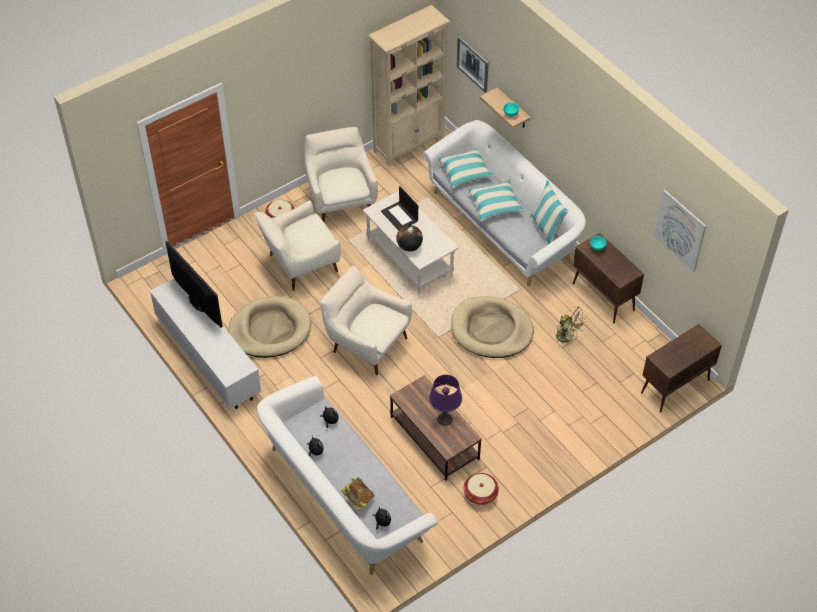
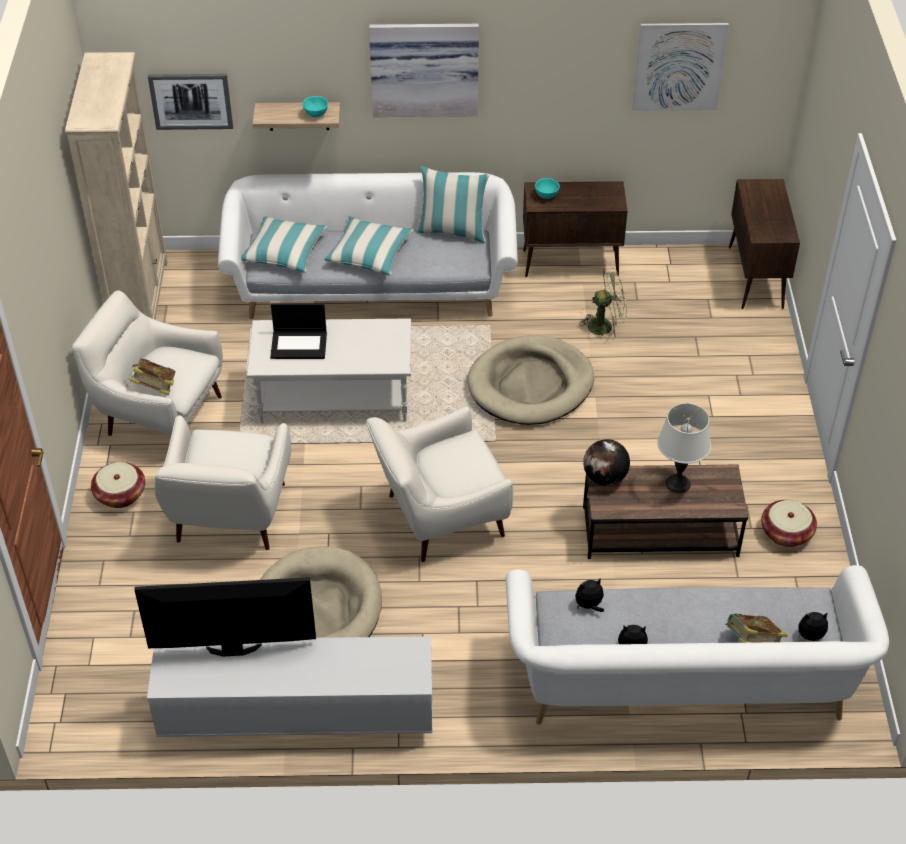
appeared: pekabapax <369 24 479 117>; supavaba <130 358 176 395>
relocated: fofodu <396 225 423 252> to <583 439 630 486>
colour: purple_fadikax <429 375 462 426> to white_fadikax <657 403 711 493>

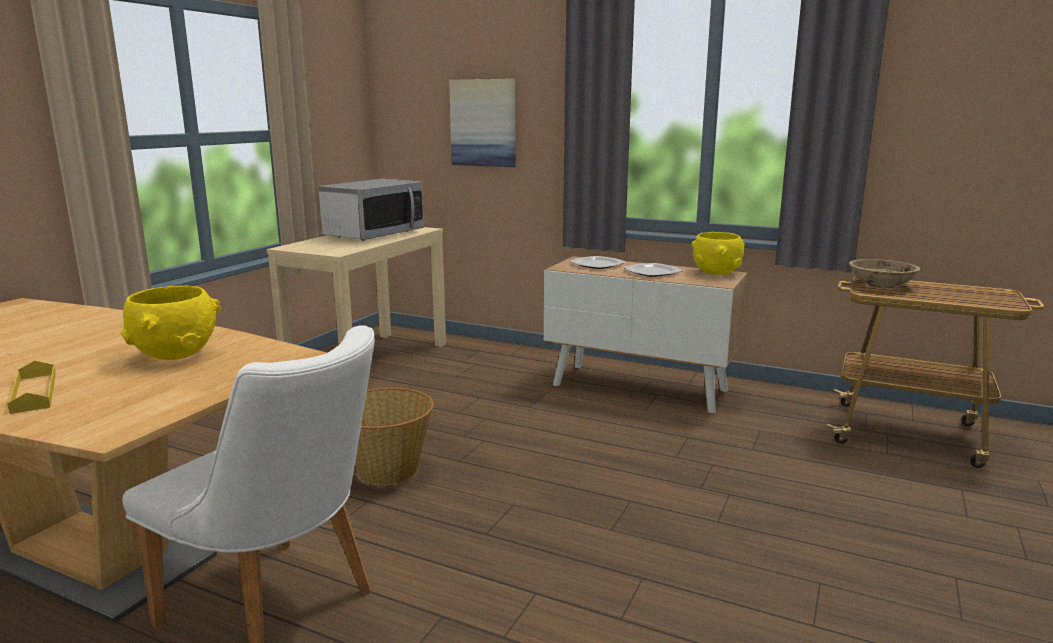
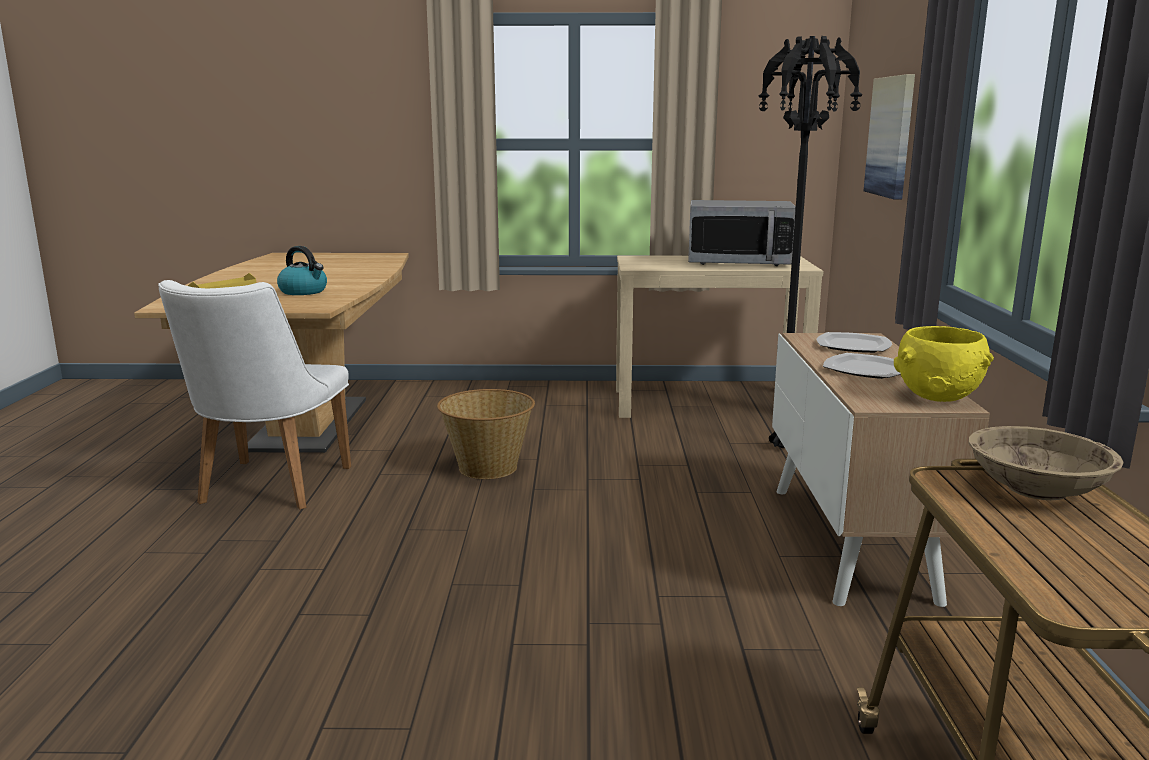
appeared: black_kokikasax <759 36 863 448>
exchanged: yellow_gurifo <121 285 221 360> to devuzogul <277 246 327 295>

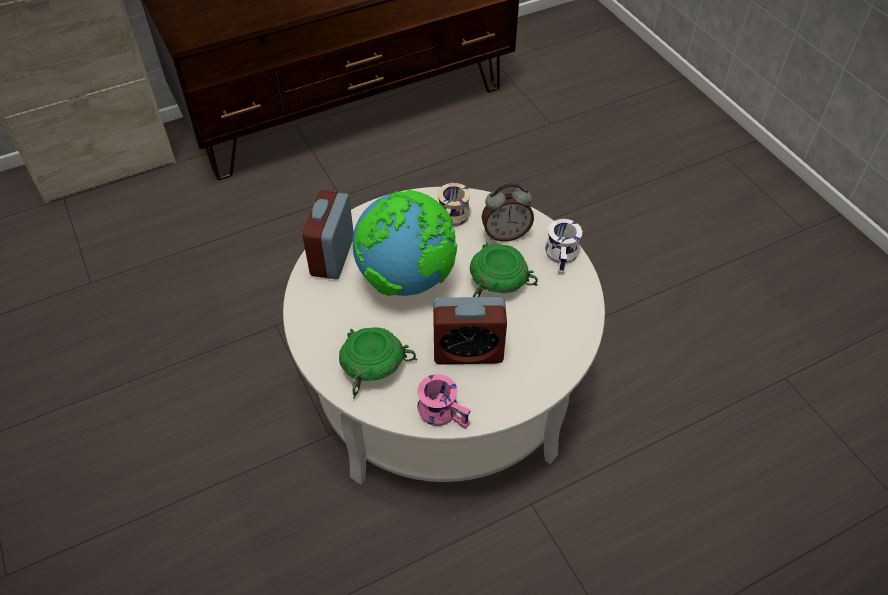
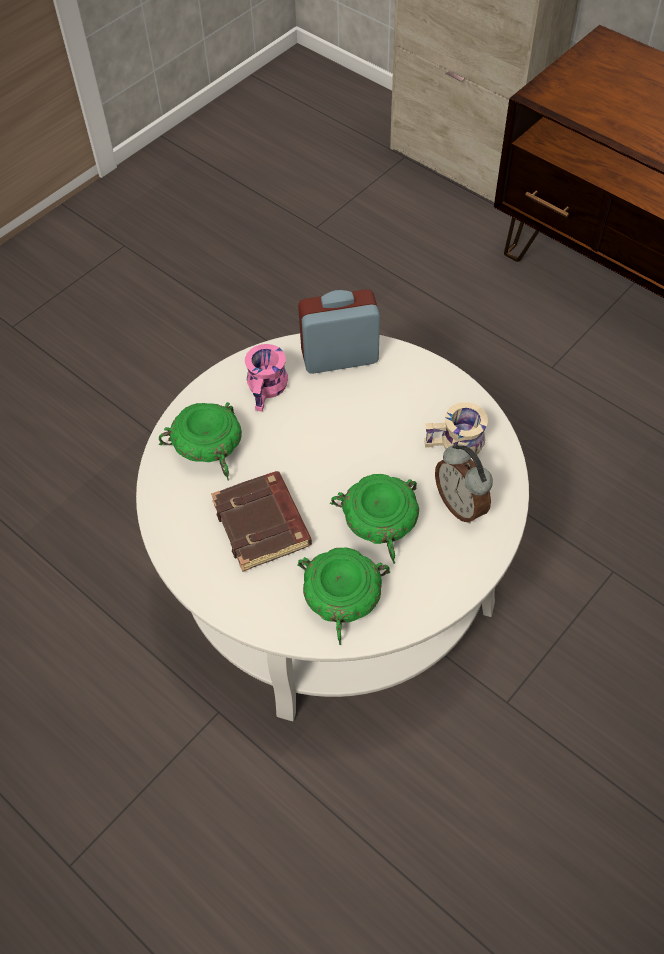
missing: fofodu <352 190 457 296>; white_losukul <545 219 582 275>
appeared: green_gurifo <298 547 390 645>
relocated: pink_losukul <418 374 471 429> to <245 344 288 412>
exchanged: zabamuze <433 297 507 365> to brown_supavaba <211 471 312 572>

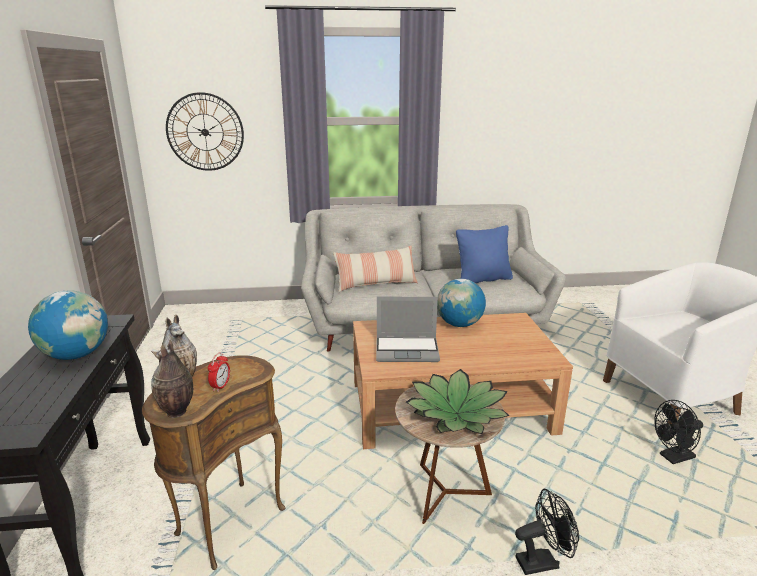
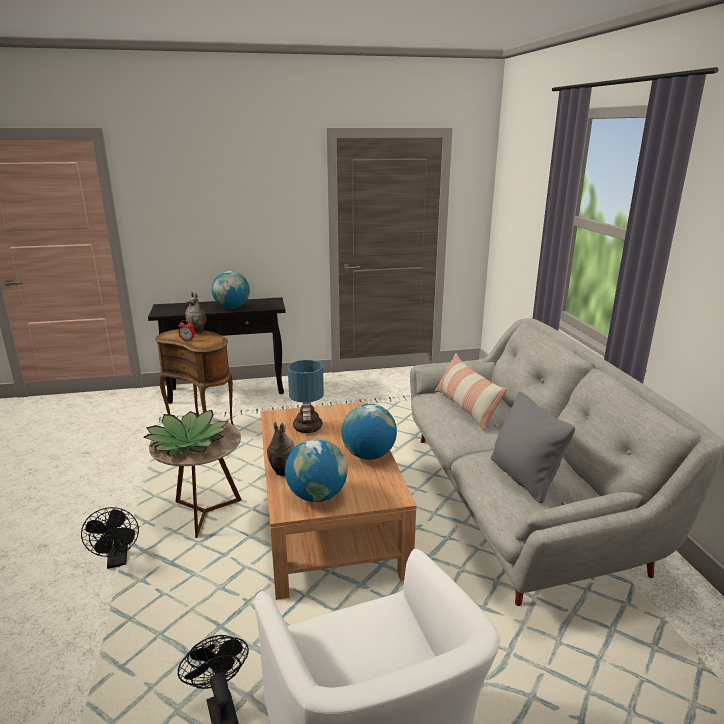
missing: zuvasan <166 92 244 171>
appeared: fofodu <285 439 348 502>
relocated: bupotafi <151 340 193 418> to <267 422 295 476>
exchanged: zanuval <376 297 440 362> to fadikax <288 360 324 433>
colour: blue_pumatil <456 225 513 283> to grey_pumatil <491 391 575 503>

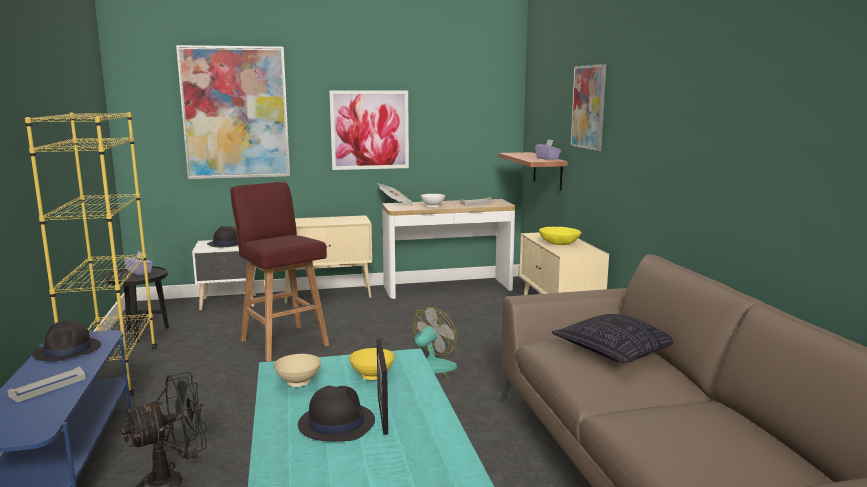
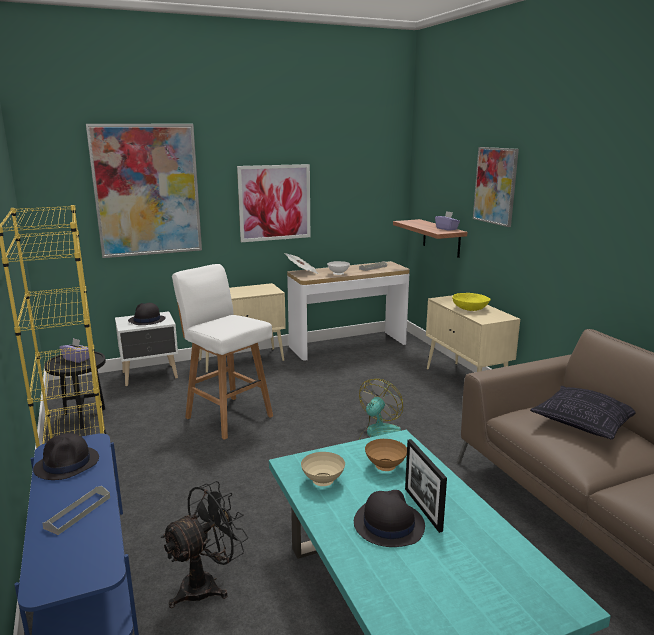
colour: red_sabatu <230 182 329 362> to white_sabatu <172 264 273 440>; yellow_gurifo <349 348 395 380> to brown_gurifo <365 439 407 471>

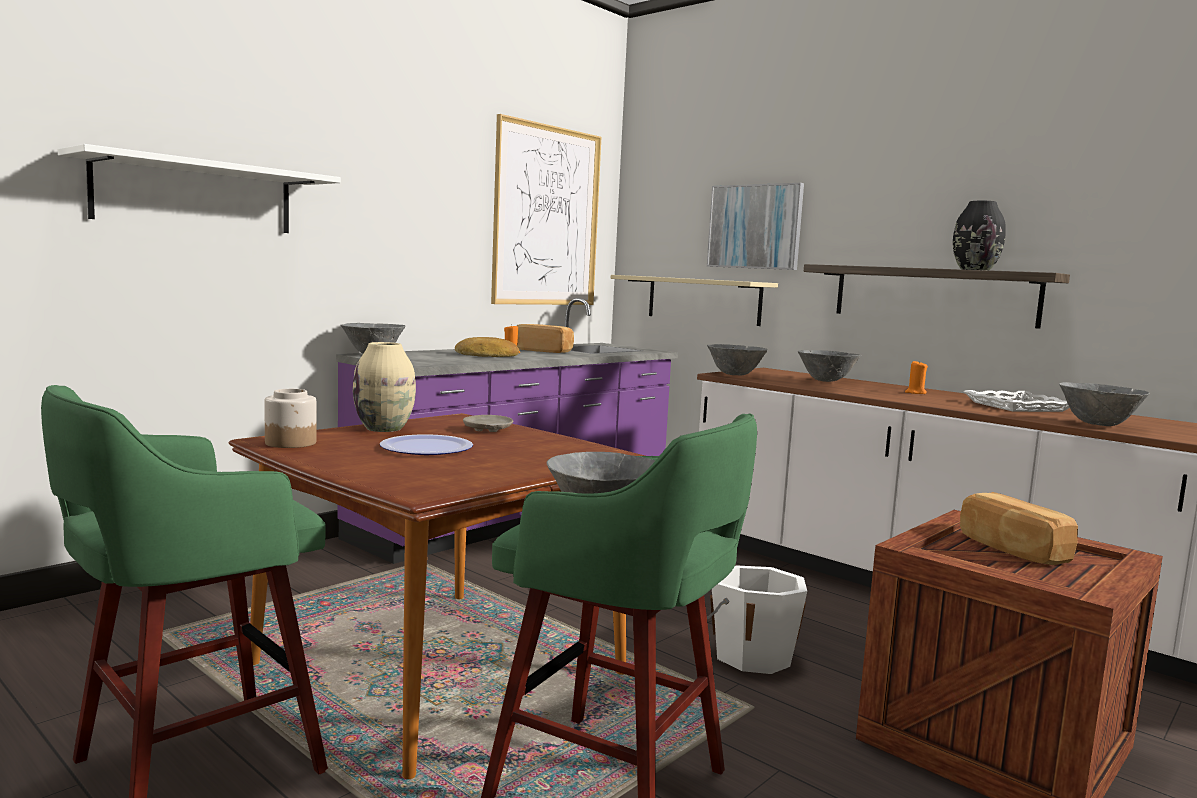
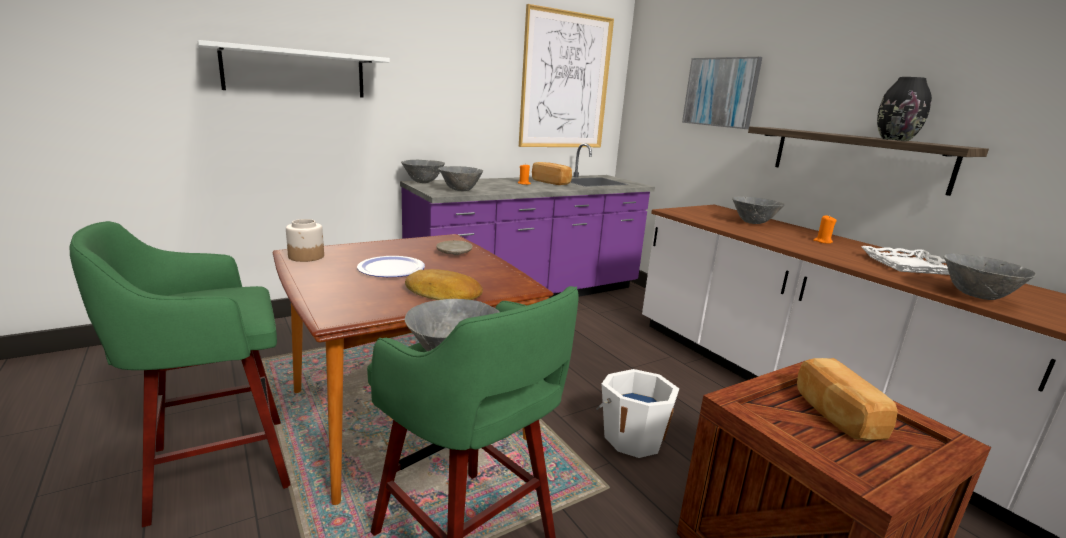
missing: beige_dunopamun <611 275 778 326>; beige_bupotafi <353 342 416 432>
relocated: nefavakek <455 337 519 357> to <405 269 483 300>; grey_gurifo <707 344 768 375> to <438 166 483 191>

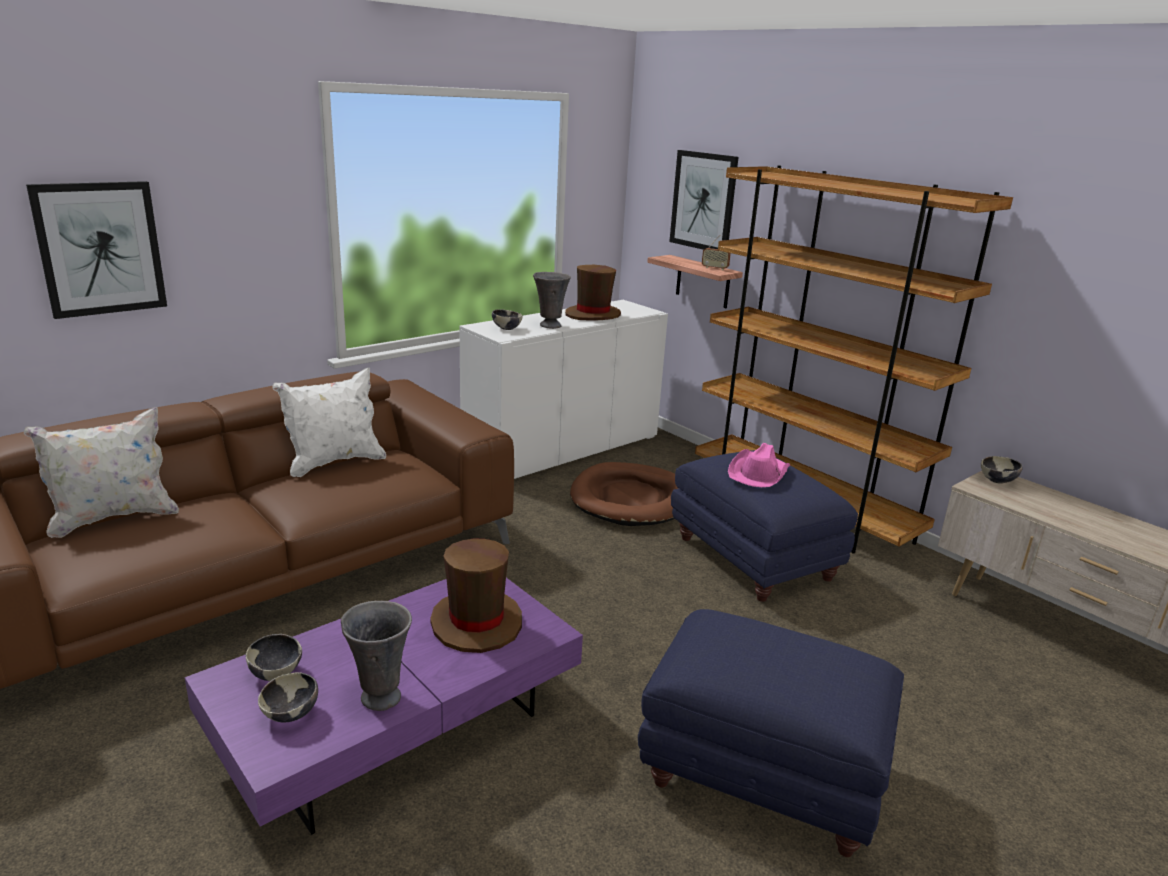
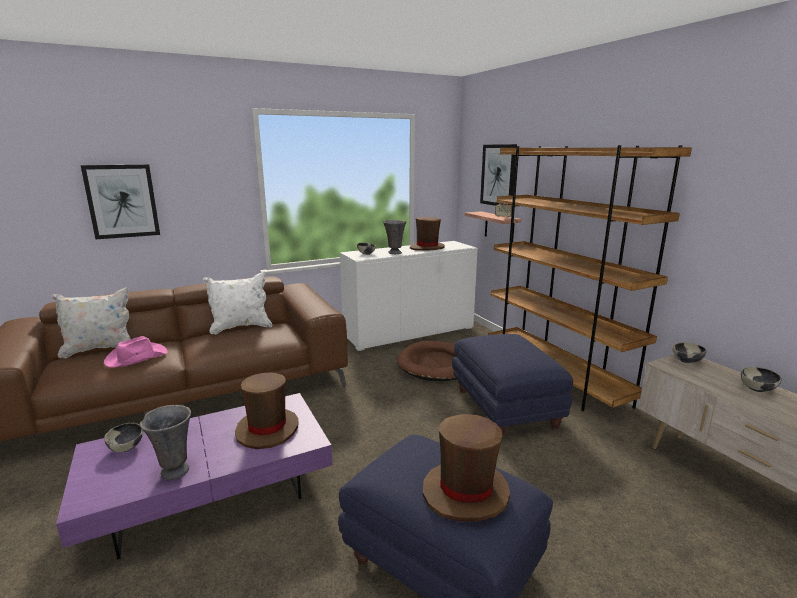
appeared: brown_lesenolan <423 414 510 522>
relocated: pink_lesenolan <728 443 790 487> to <104 336 168 367>; gurifo <258 672 318 723> to <741 367 782 392>

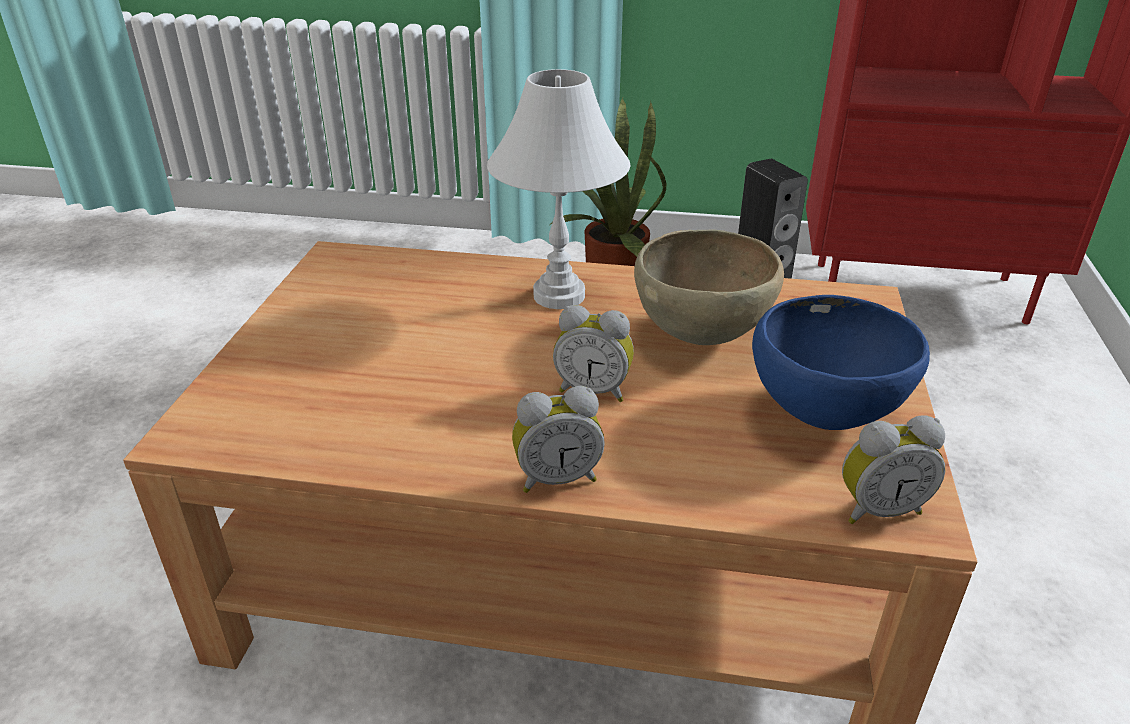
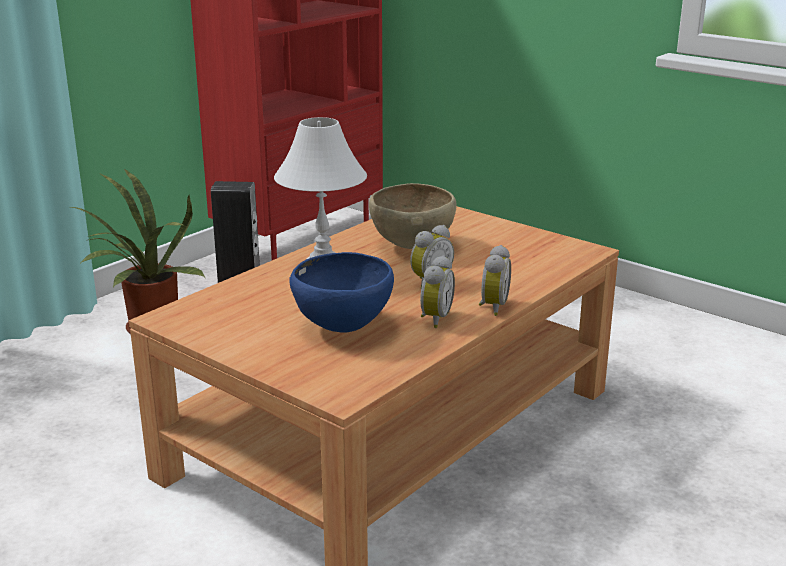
relocated: blue_gurifo <752 295 930 430> to <289 252 394 333>; zabamuze <842 415 945 524> to <420 255 455 328>

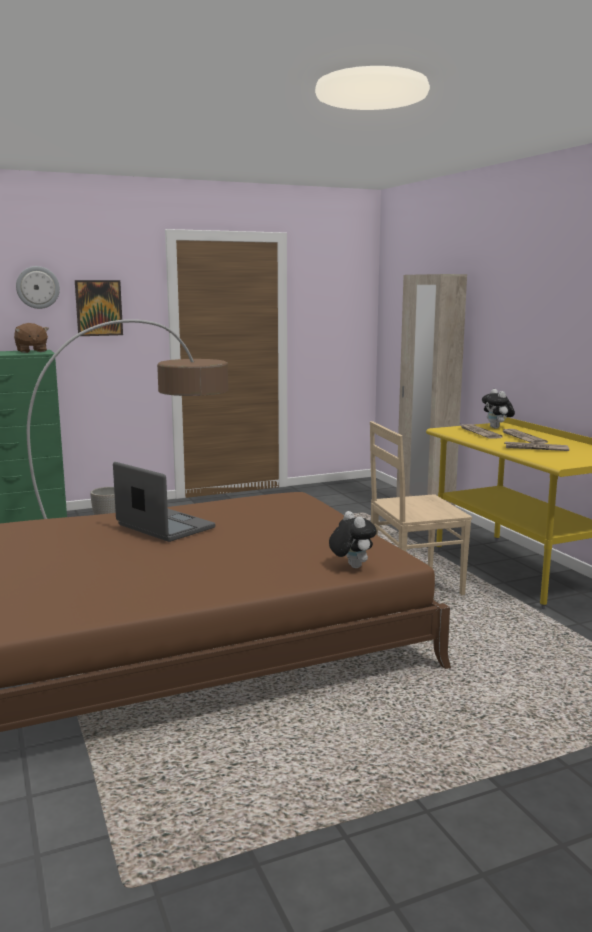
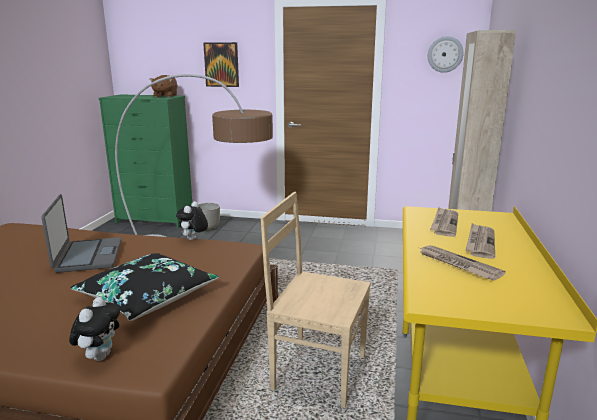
appeared: black_pumatil <71 253 219 321>
relocated: zuvasan <16 266 60 309> to <428 36 464 73>; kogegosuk <482 389 515 429> to <176 201 208 240>

